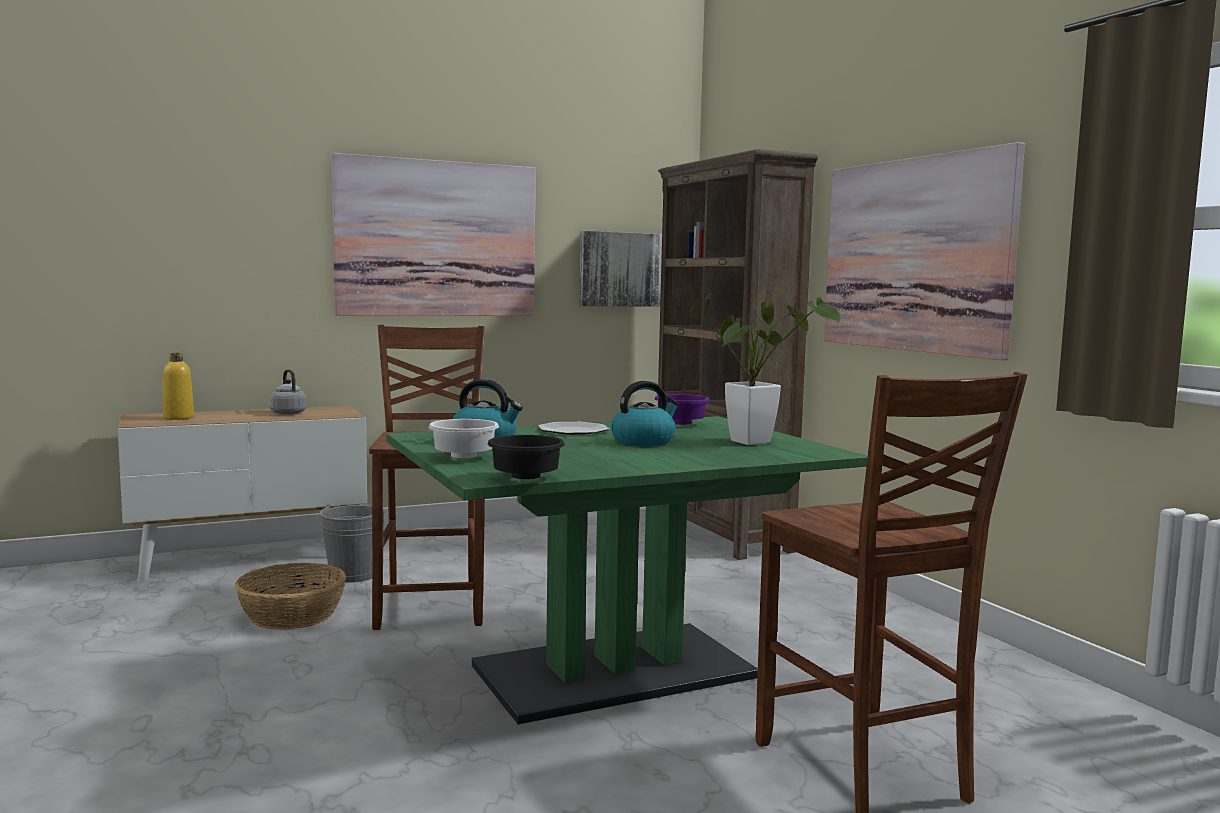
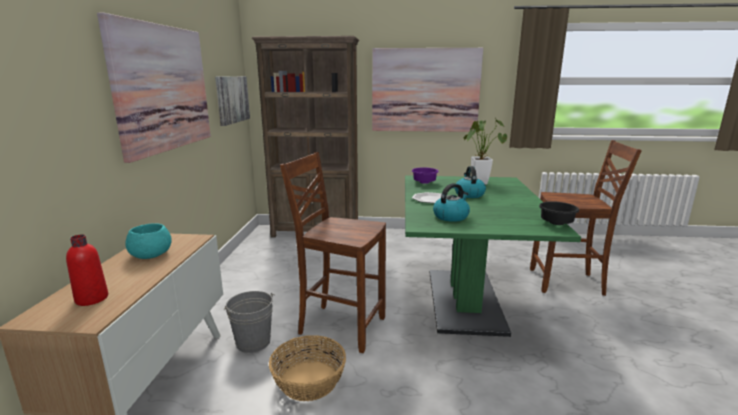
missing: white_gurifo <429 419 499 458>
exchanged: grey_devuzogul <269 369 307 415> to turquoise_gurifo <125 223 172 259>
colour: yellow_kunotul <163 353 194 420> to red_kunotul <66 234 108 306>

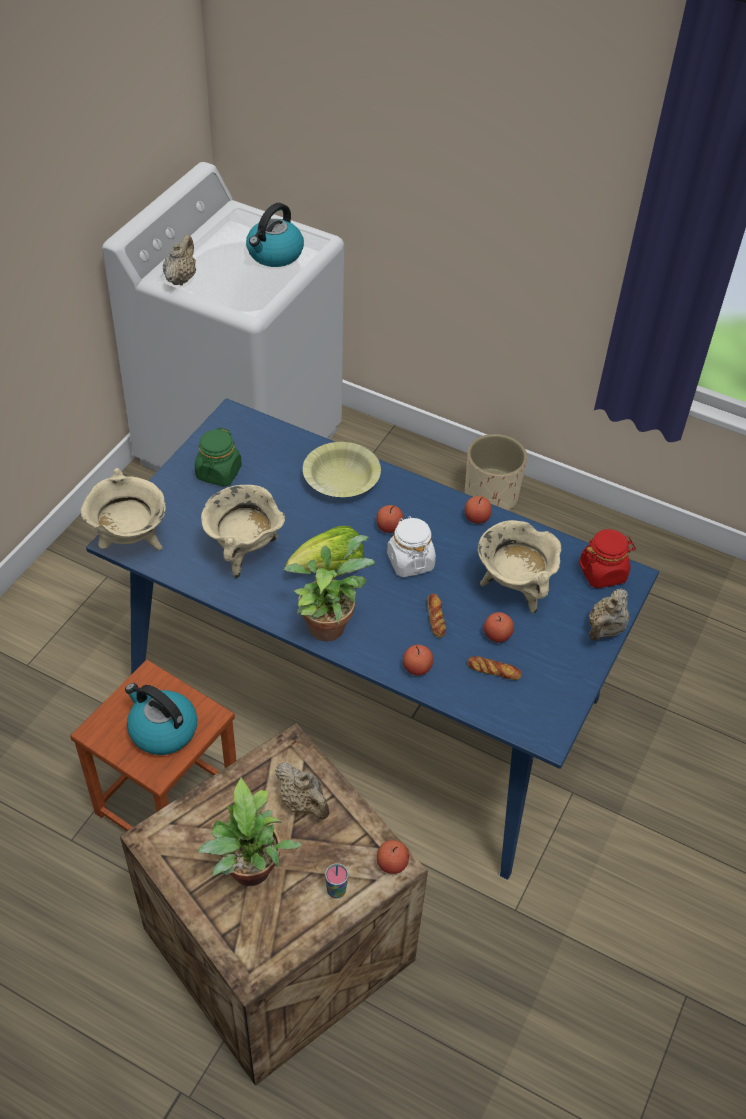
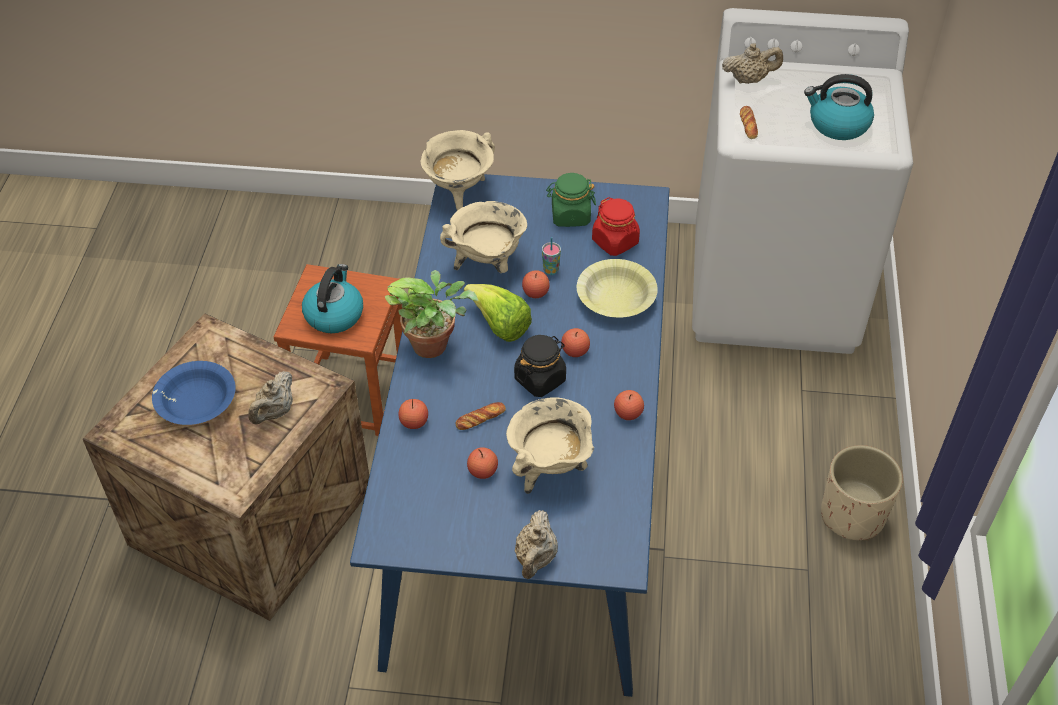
relocated: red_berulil <579 529 636 588> to <592 197 640 256>; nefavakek <467 656 521 680> to <740 106 758 139>; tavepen <377 840 409 874> to <522 270 549 298>; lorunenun <325 863 348 899> to <542 237 561 275>
exchanged: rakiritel <198 777 302 886> to blue_gurifo <152 361 236 425>
colour: white_berulil <387 516 436 577> to black_berulil <514 335 566 397>
spun: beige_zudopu <589 588 629 640> = <514 510 558 579> 90 degrees counterclockwise

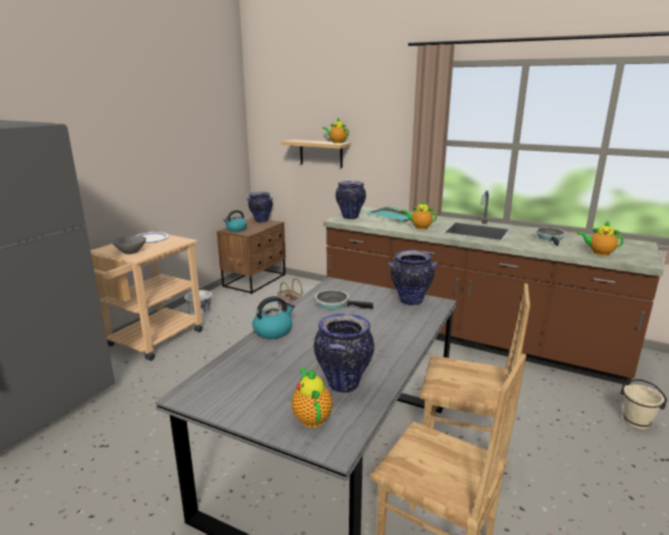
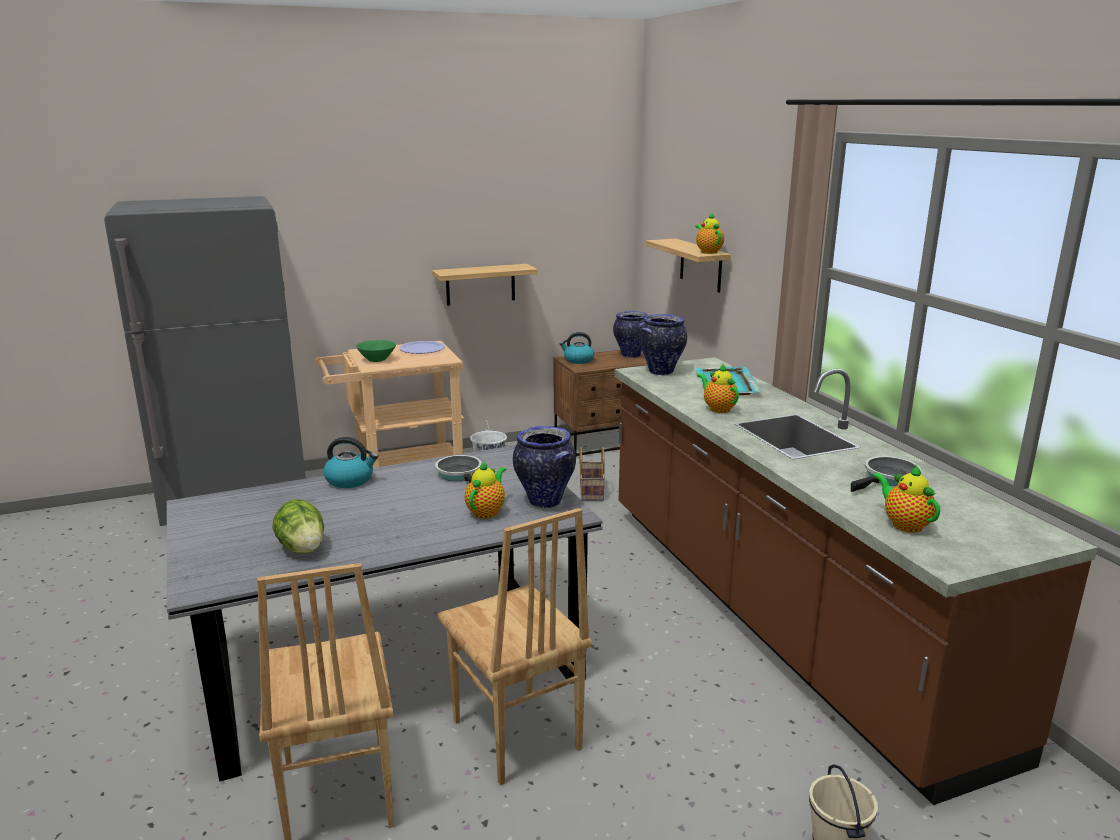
appeared: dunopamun <432 264 538 306>
relocated: zudopu <292 368 333 428> to <465 460 506 519>
exchanged: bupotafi <314 313 374 393> to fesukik <272 500 324 554>
colour: grey_gurifo <112 236 146 254> to green_gurifo <356 340 396 362>

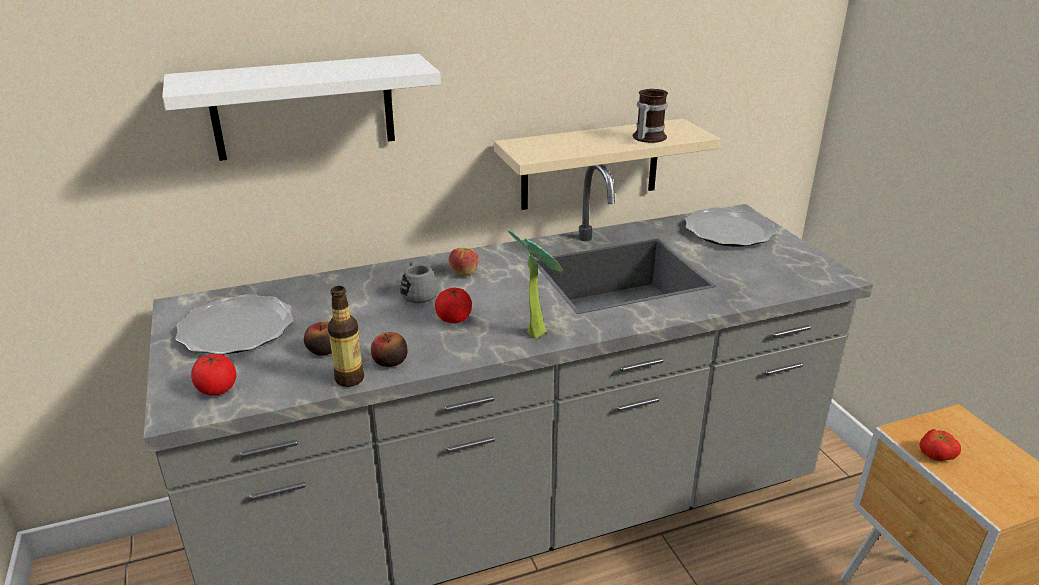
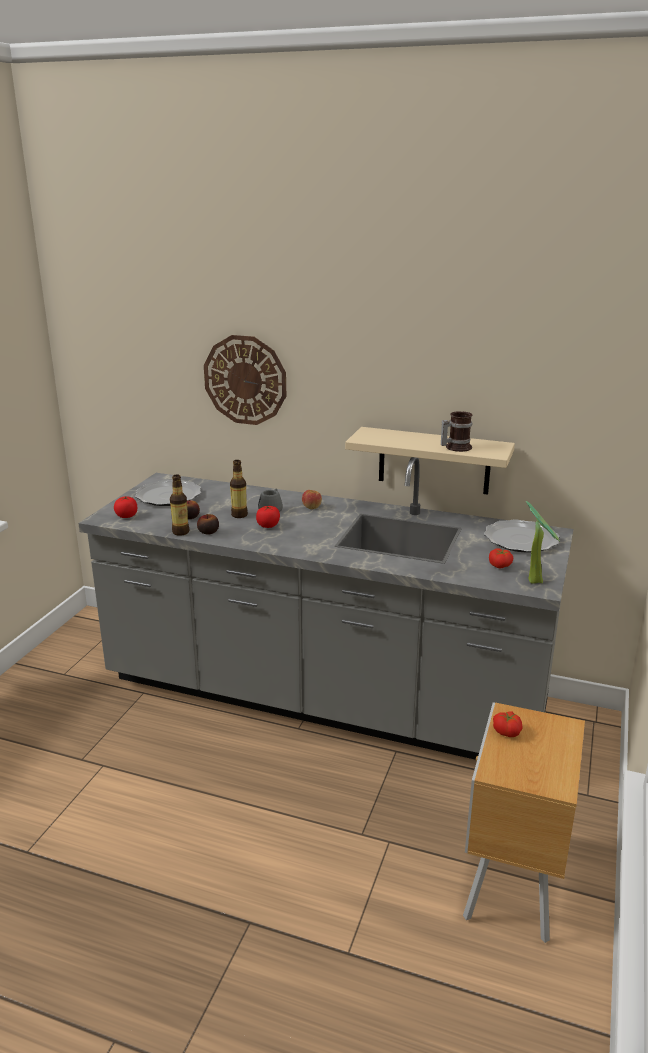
appeared: kunotul <230 460 248 518>; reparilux <489 548 513 568>
relocated: rakiritel <508 230 563 338> to <526 501 560 584>
exchanged: white_dunopamun <162 54 441 161> to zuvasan <204 335 286 425>

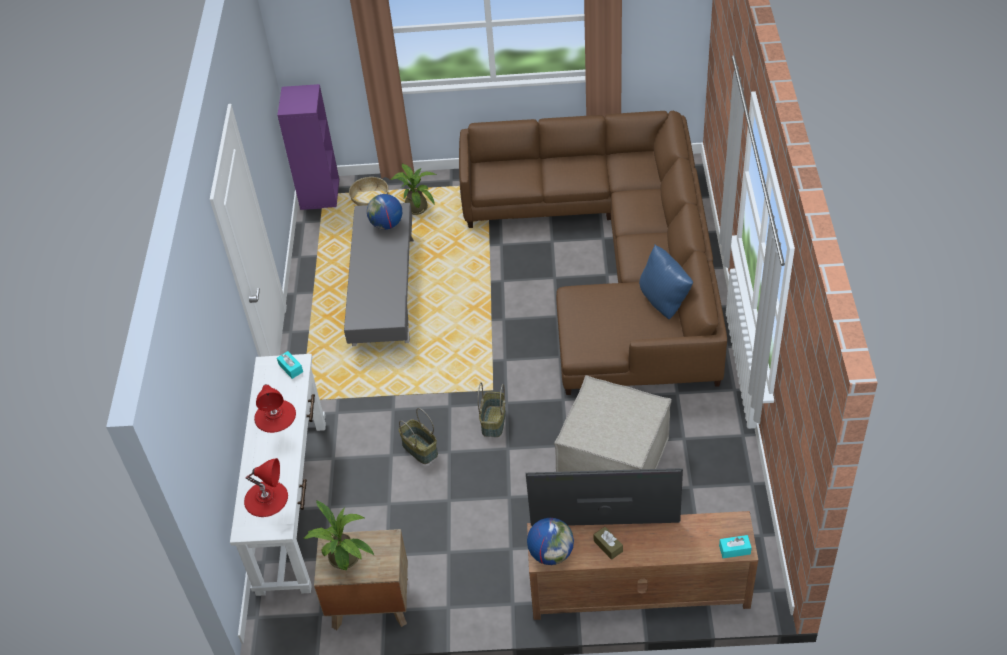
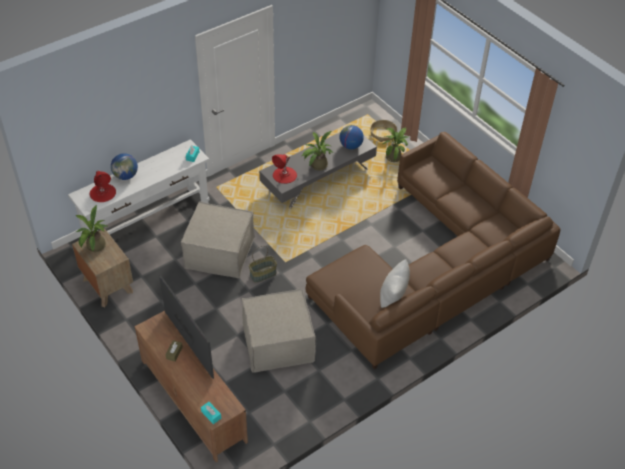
missing: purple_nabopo <277 84 339 210>
appeared: rakiritel <302 131 333 171>
relocated: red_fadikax <254 384 296 433> to <272 154 297 184>; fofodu <527 518 574 565> to <111 153 138 180>
exchanged: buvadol <399 408 438 464> to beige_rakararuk <181 201 255 278>
colour: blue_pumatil <639 245 693 319> to white_pumatil <380 259 410 308>

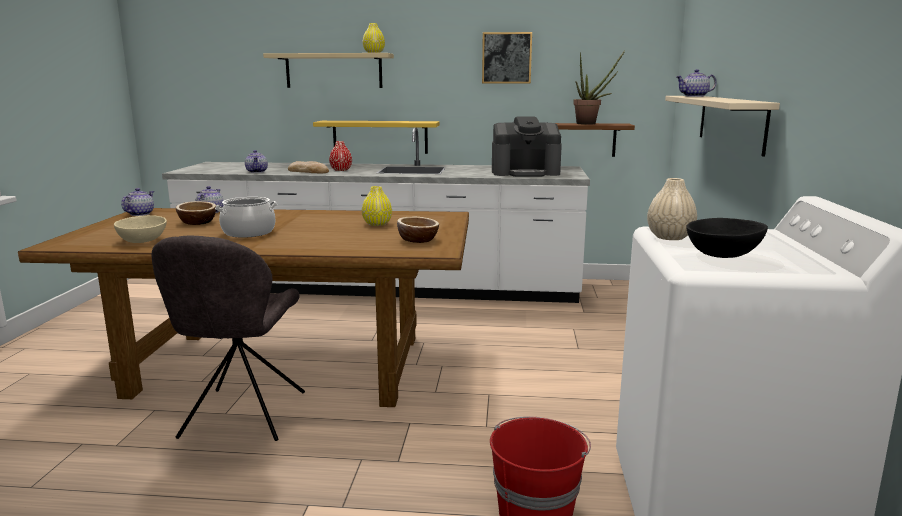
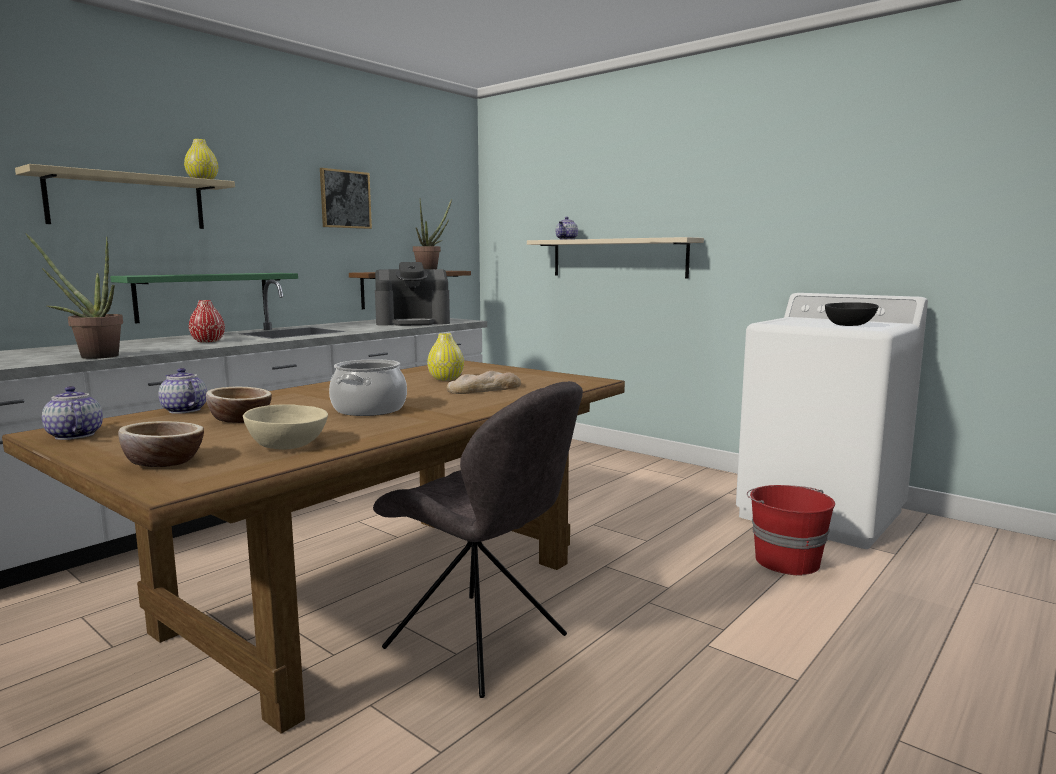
missing: beige_bupotafi <647 178 697 240>
relocated: nefavakek <288 161 329 173> to <446 371 521 394>; gurifo <397 217 439 243> to <118 421 204 467>
exchanged: zudopu <245 150 268 173> to rakiritel <25 233 123 359>
colour: yellow_dunopamun <313 121 439 154> to green_dunopamun <110 273 298 323>
spun: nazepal <492 116 562 177> = <375 262 450 326> 45 degrees clockwise

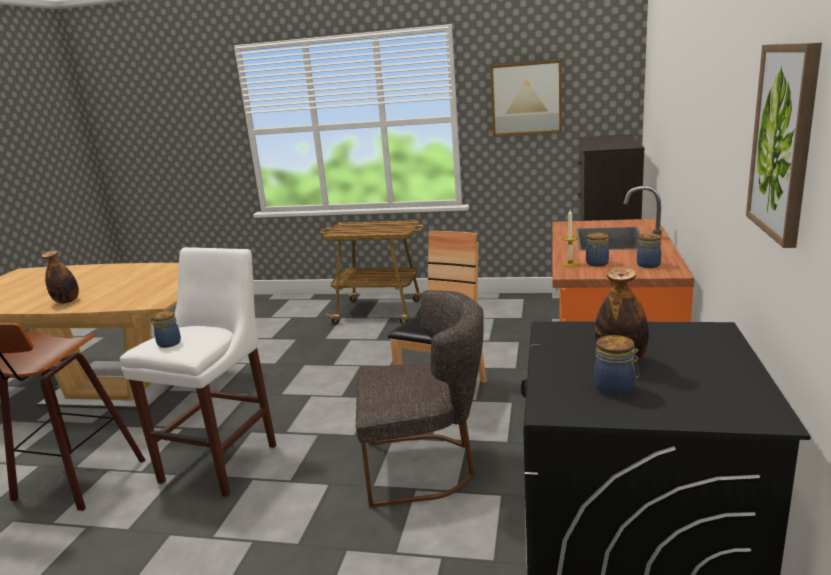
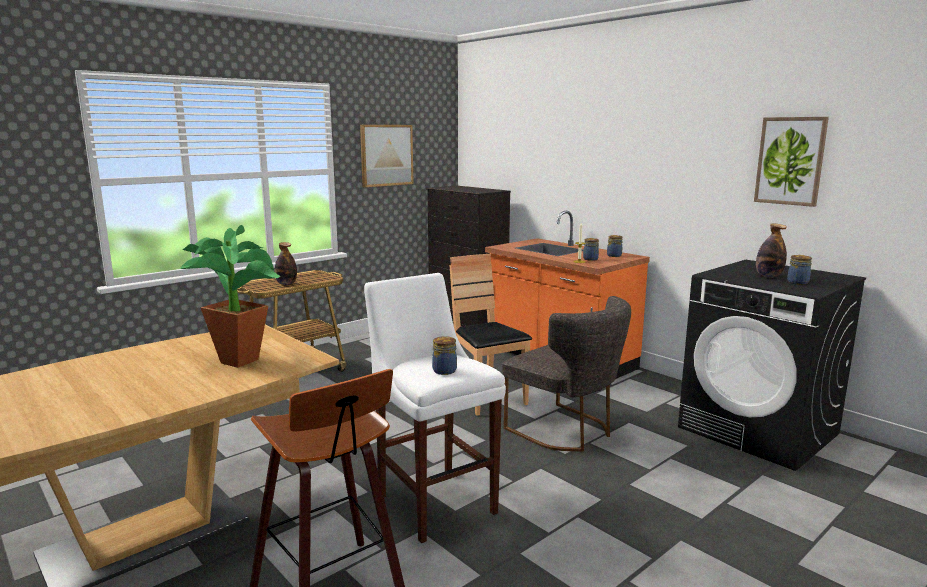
appeared: rakiritel <179 225 280 368>
relocated: kunotul <42 251 79 304> to <275 242 297 285>
spun: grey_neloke <356 290 484 507> = <502 296 631 452> 105 degrees clockwise

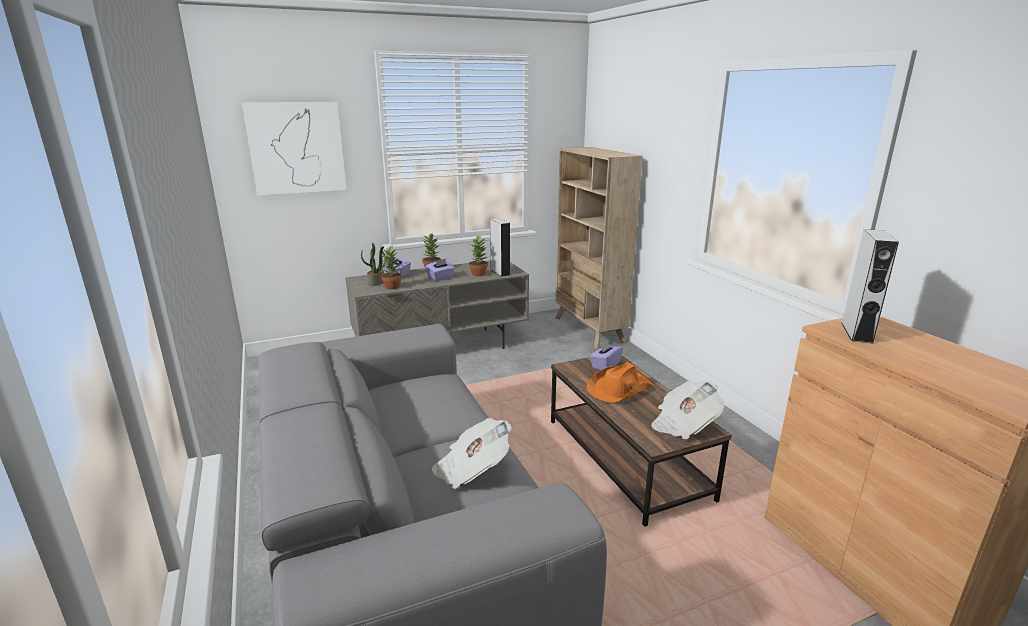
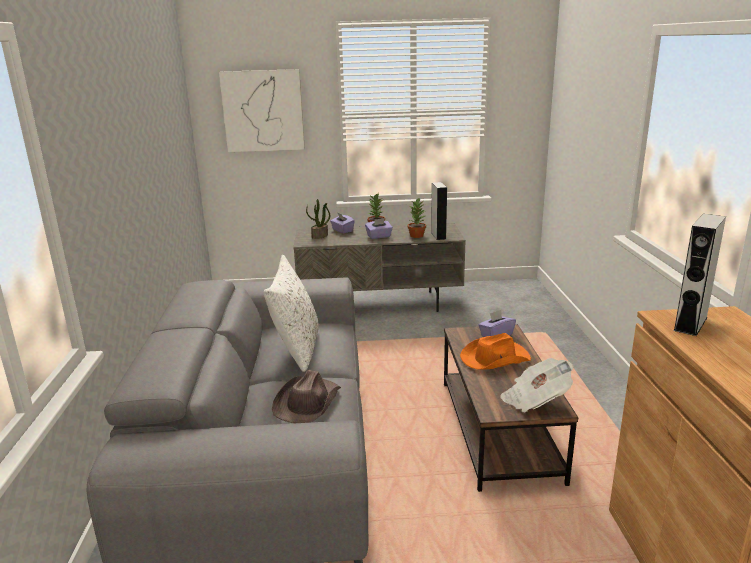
missing: beige_nabopo <555 147 643 349>; rakiritel <380 245 402 289>
appeared: white_pumatil <263 255 319 372>
exchanged: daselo <432 418 512 489> to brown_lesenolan <272 370 341 423>

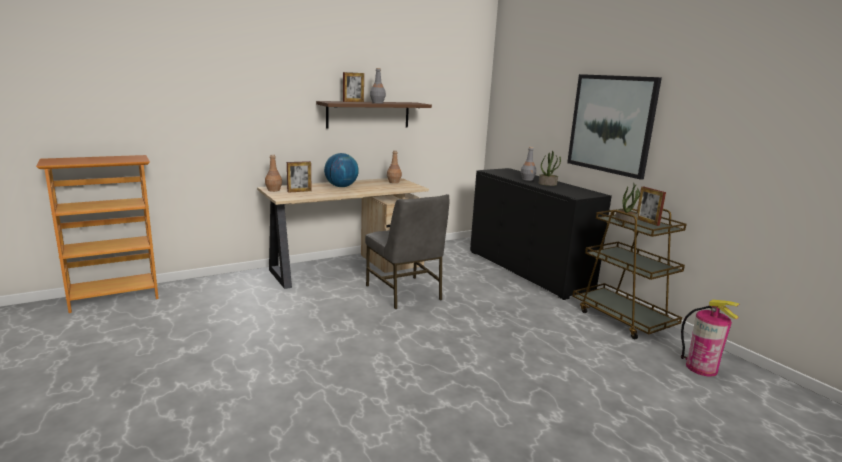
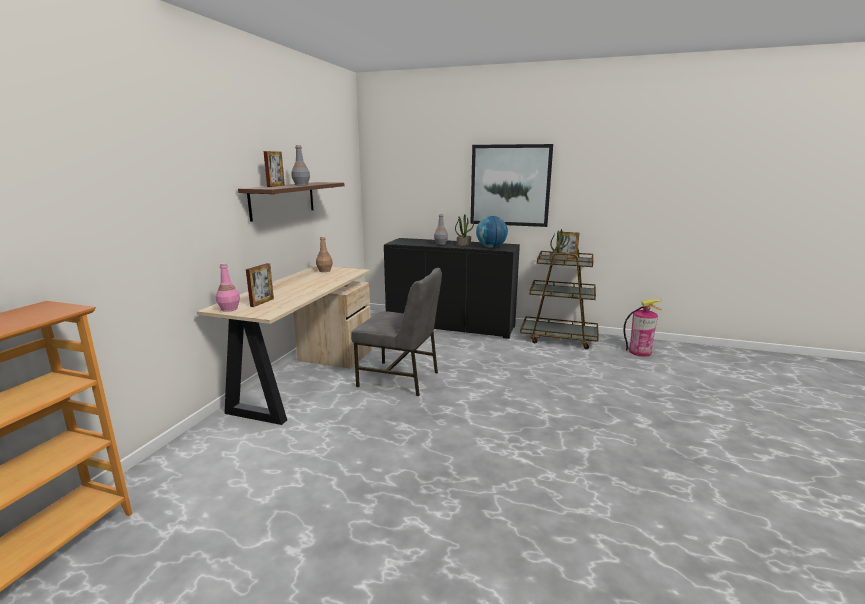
relocated: fofodu <324 153 359 187> to <476 216 508 248>
colour: brown_kunotul <265 154 282 192> to pink_kunotul <216 263 240 312>

